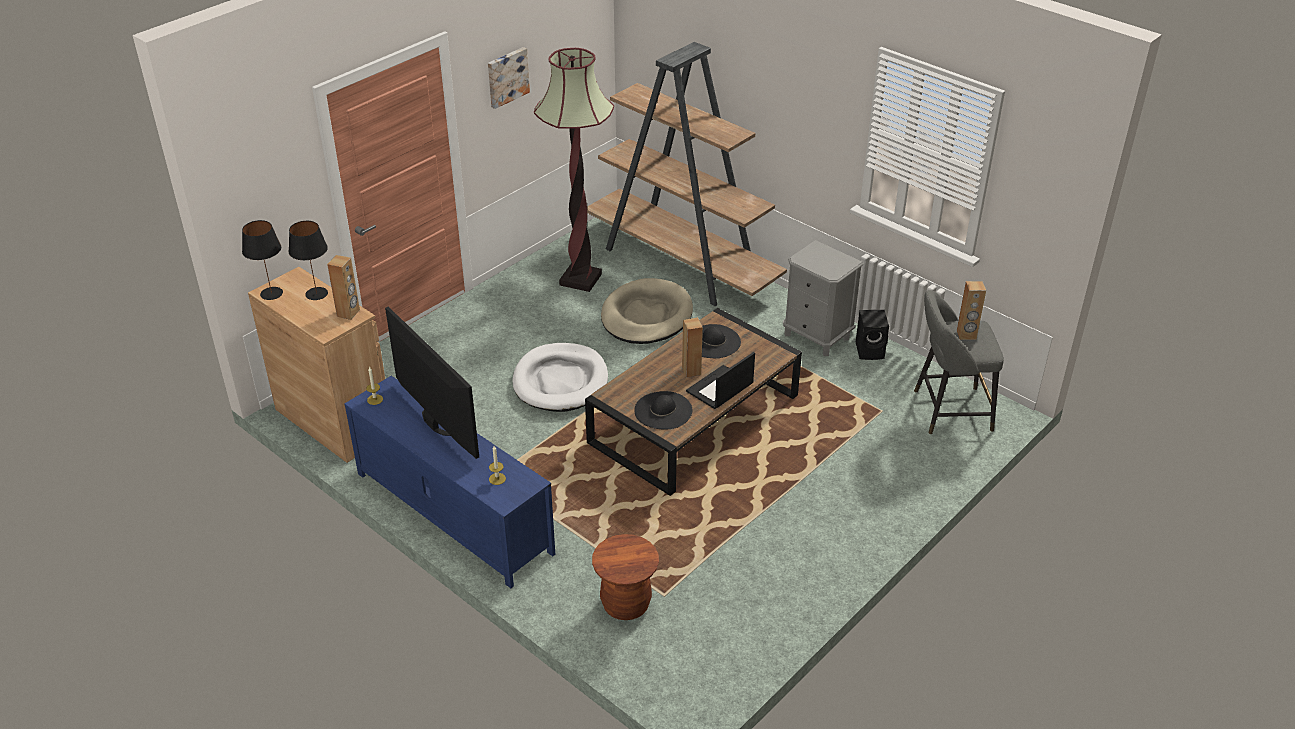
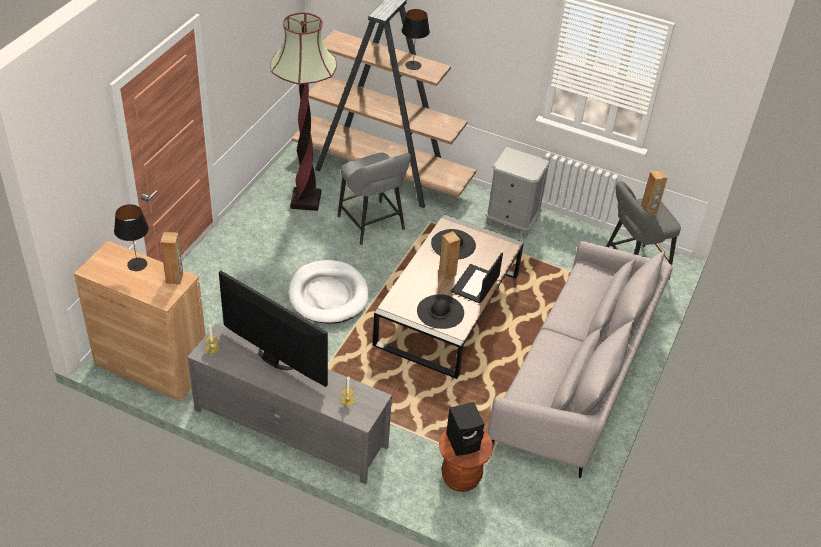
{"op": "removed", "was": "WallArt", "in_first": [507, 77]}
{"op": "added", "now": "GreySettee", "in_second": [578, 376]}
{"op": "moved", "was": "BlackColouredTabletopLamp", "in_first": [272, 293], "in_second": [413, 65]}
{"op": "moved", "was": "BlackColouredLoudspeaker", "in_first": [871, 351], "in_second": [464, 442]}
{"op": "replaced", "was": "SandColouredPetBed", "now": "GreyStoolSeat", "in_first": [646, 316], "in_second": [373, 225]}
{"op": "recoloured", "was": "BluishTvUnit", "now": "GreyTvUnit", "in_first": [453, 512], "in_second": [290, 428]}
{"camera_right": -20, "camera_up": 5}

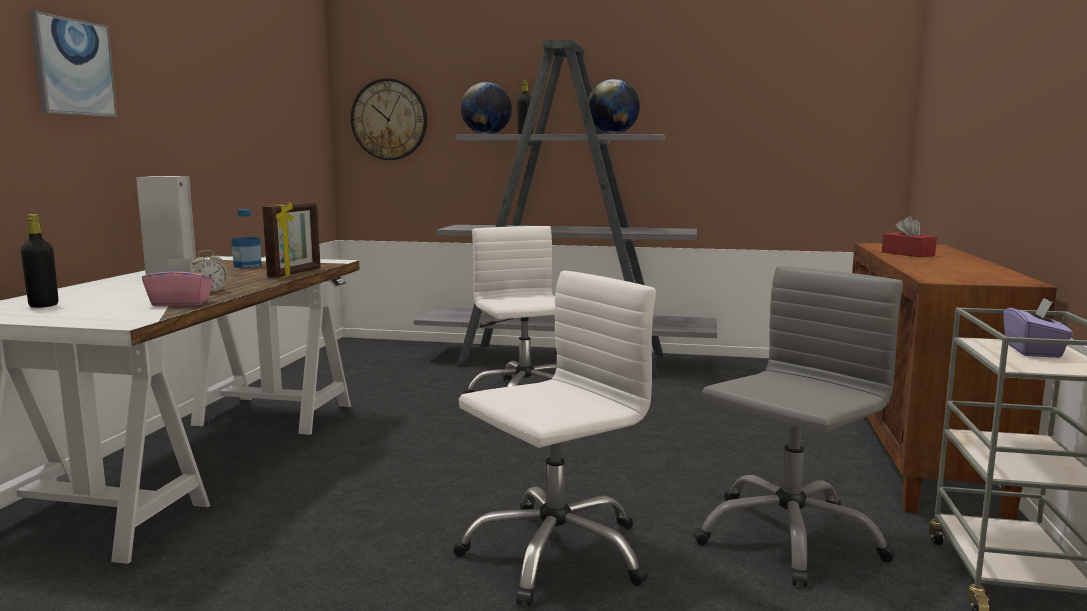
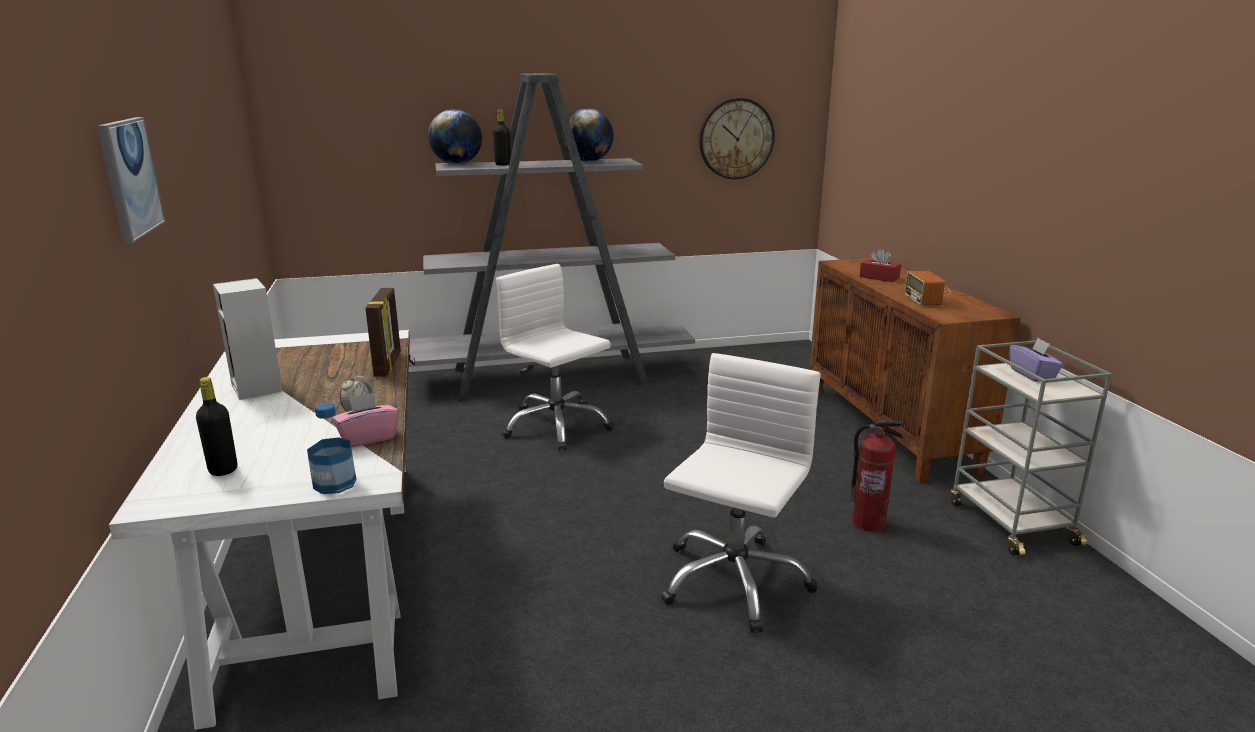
{"op": "added", "now": "RadioReceiver", "in_second": [928, 294]}
{"op": "moved", "was": "Bottle", "in_first": [247, 265], "in_second": [335, 484]}
{"op": "moved", "was": "ClockOnTheWall", "in_first": [389, 119], "in_second": [736, 139]}
{"op": "replaced", "was": "GreyOfficeChair", "now": "Extinguisher", "in_first": [788, 536], "in_second": [868, 523]}
{"camera_right": -25, "camera_up": 10}

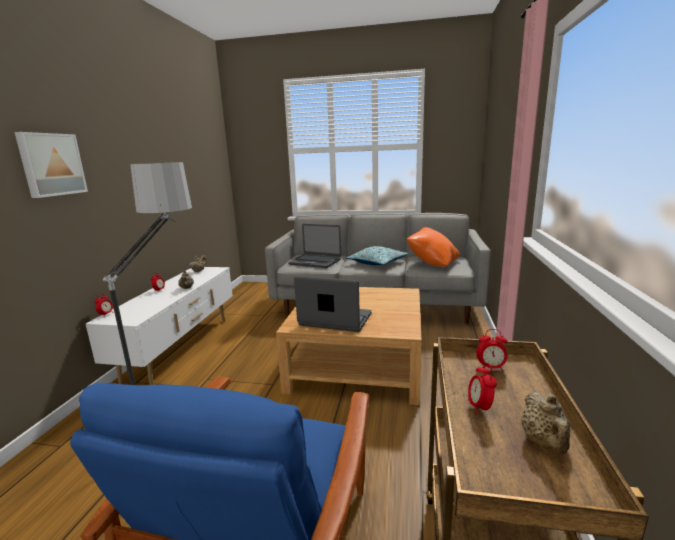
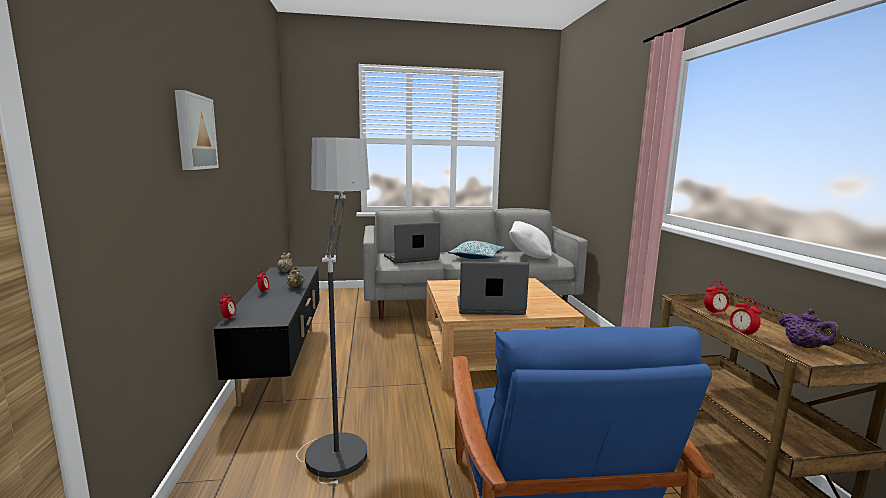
{"op": "recoloured", "was": "WhiteTvUnit", "now": "BlackColouredTvUnit", "in_first": [181, 348], "in_second": [282, 361]}
{"op": "recoloured", "was": "OrangeThrowPillow", "now": "WhiteThrowPillow", "in_first": [432, 264], "in_second": [529, 256]}
{"op": "recoloured", "was": "SandColouredPotForTea", "now": "PurpleColouredPotForTea", "in_first": [544, 443], "in_second": [804, 347]}
{"op": "turned", "was": "Laptop", "in_first": [315, 262], "in_second": [411, 258], "clockwise": 150}
{"camera_right": -20, "camera_up": -5}

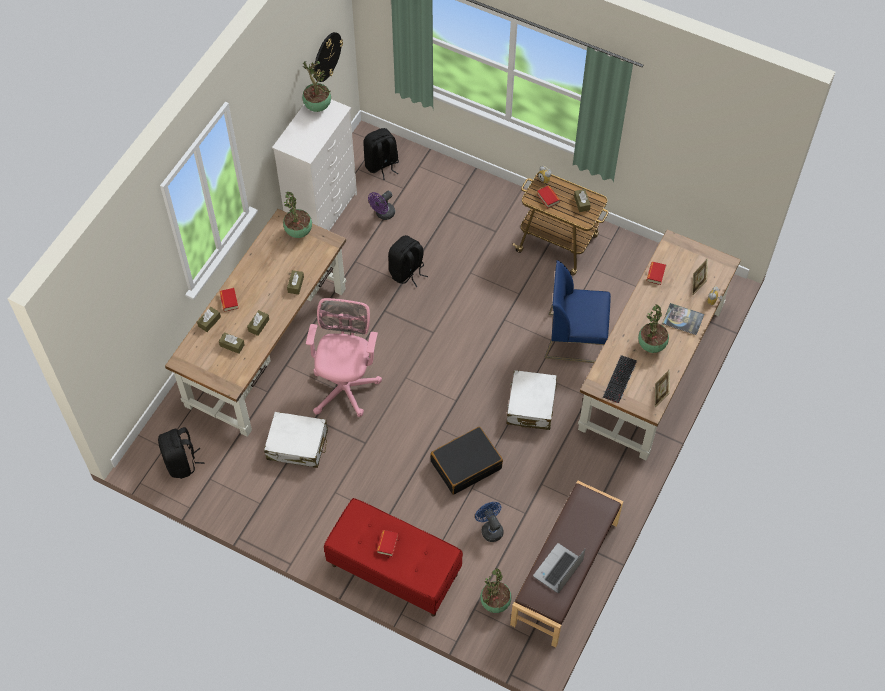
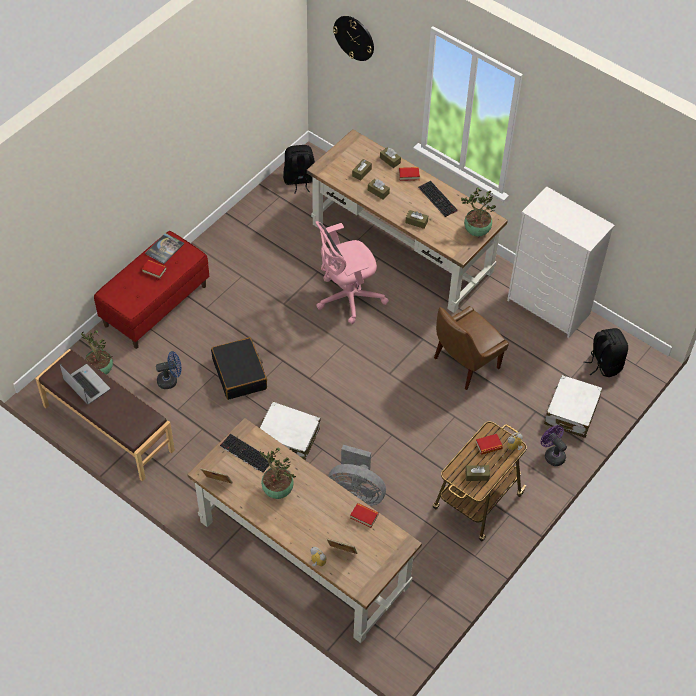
{"op": "removed", "was": "PlantInAPot", "in_first": [317, 106]}
{"op": "added", "now": "Keyboard", "in_second": [438, 199]}
{"op": "moved", "was": "WhiteTravelCase", "in_first": [297, 445], "in_second": [571, 412]}
{"op": "moved", "was": "ClockOnTheWall", "in_first": [326, 56], "in_second": [354, 37]}
{"op": "moved", "was": "PurpleColouredFan", "in_first": [383, 214], "in_second": [552, 454]}
{"op": "moved", "was": "BoundBook", "in_first": [683, 319], "in_second": [164, 249]}
{"op": "replaced", "was": "BlackColouredBackpack", "now": "BrownishUprightChair", "in_first": [407, 272], "in_second": [464, 364]}
{"op": "replaced", "was": "BluishUprightChair", "now": "GreyFan", "in_first": [575, 338], "in_second": [356, 493]}
{"op": "turned", "was": "PinkOfficeChair", "in_first": [345, 385], "in_second": [347, 298], "clockwise": 135}
{"camera_right": 100, "camera_up": -5}

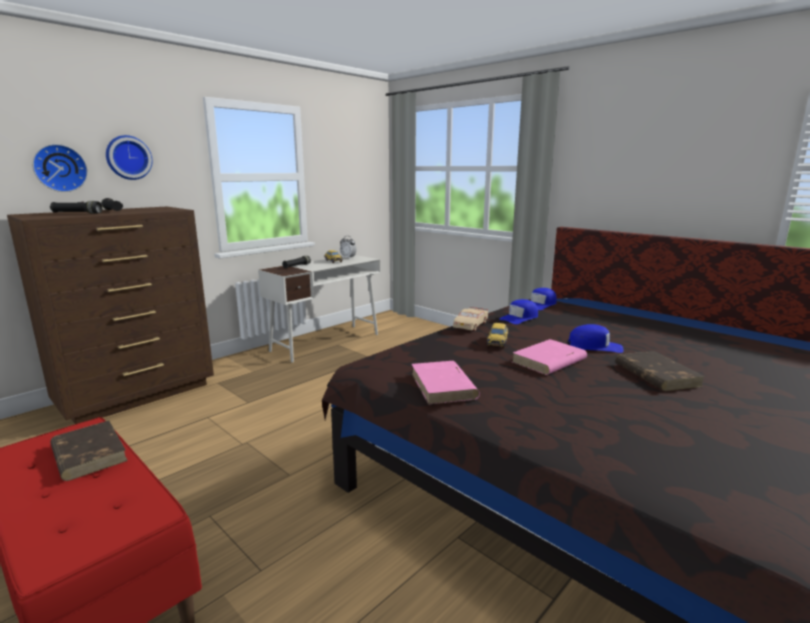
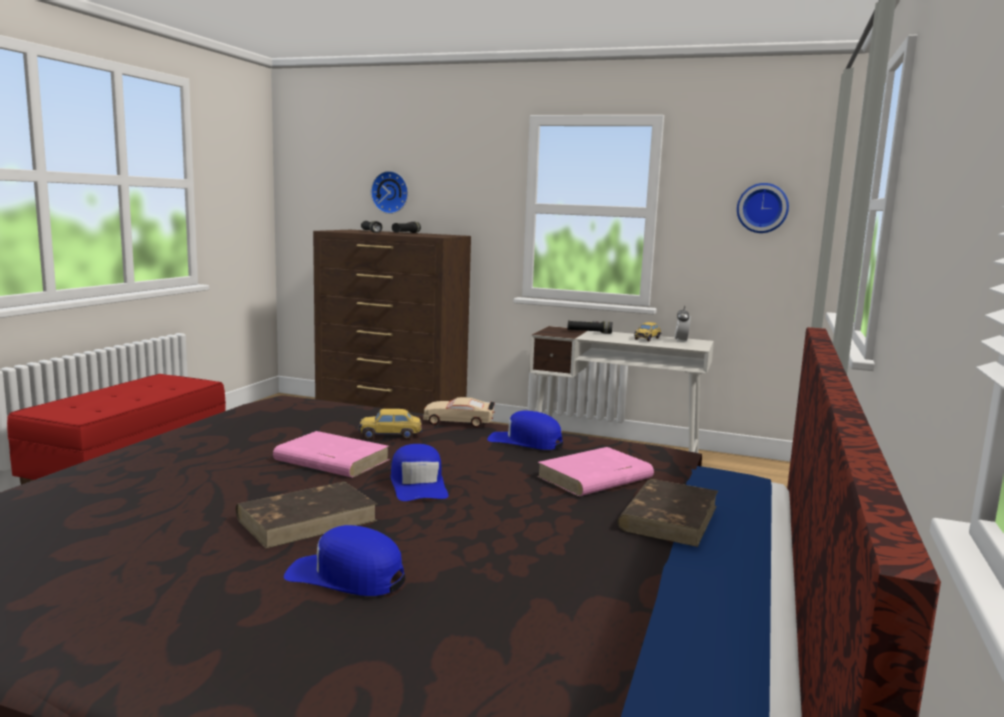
{"op": "moved", "was": "BrownishBoundBook", "in_first": [88, 453], "in_second": [669, 517]}
{"op": "moved", "was": "ClockOnTheWall", "in_first": [128, 157], "in_second": [762, 208]}
{"op": "moved", "was": "PinkBoundBook", "in_first": [443, 386], "in_second": [594, 478]}
{"op": "moved", "was": "BluishBaseballCap", "in_first": [540, 305], "in_second": [346, 576]}
{"camera_right": 65, "camera_up": -5}

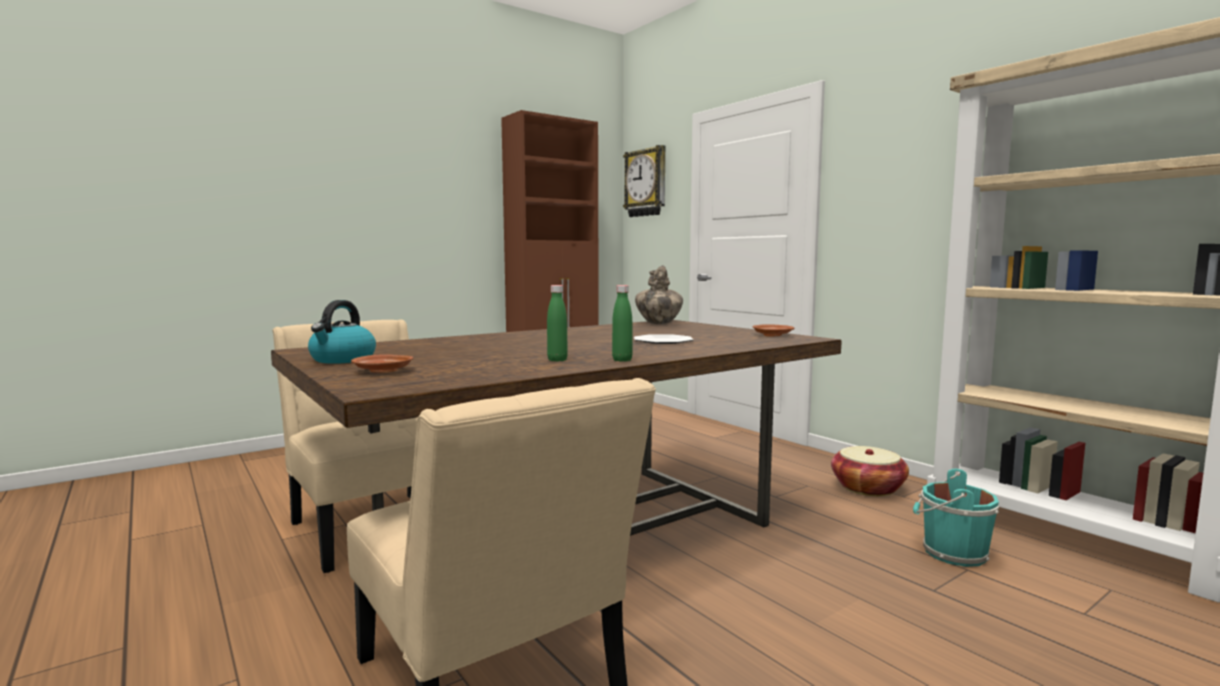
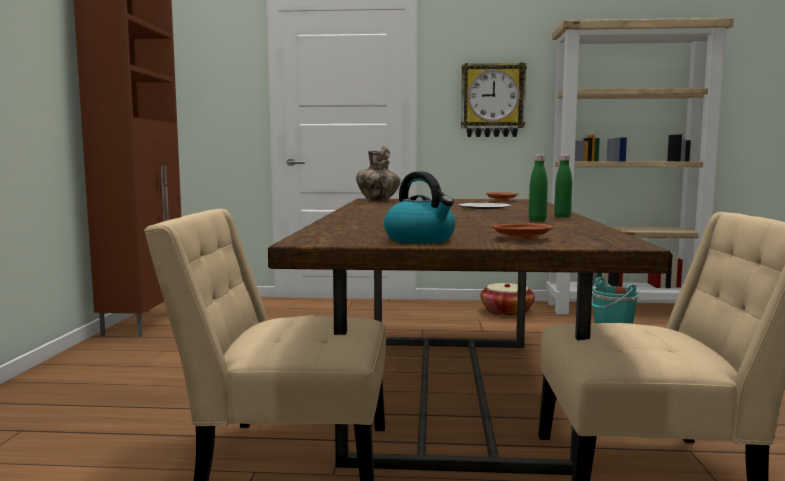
{"op": "moved", "was": "ClockOnTheWall", "in_first": [646, 183], "in_second": [492, 100]}
{"camera_right": -50, "camera_up": 0}

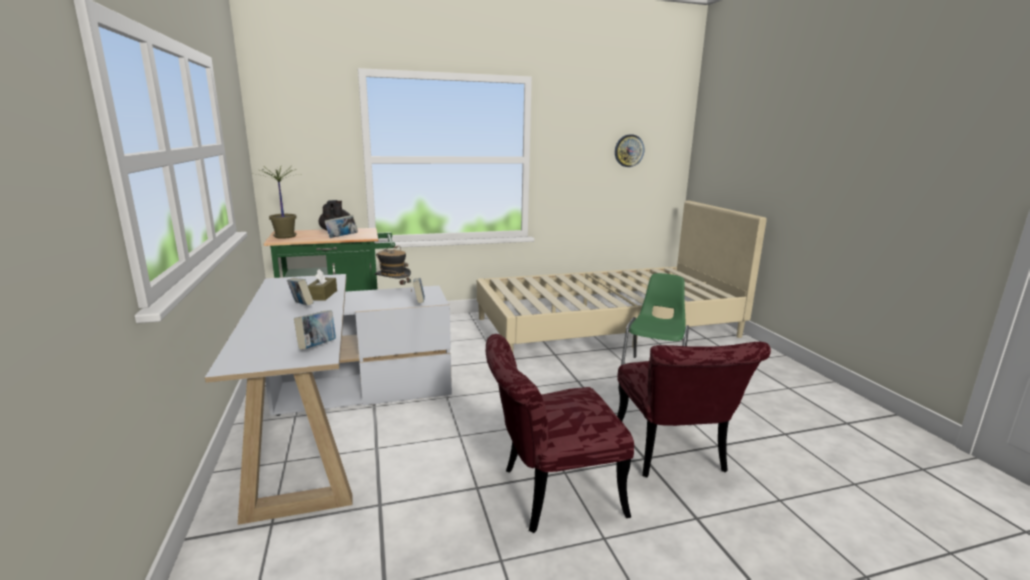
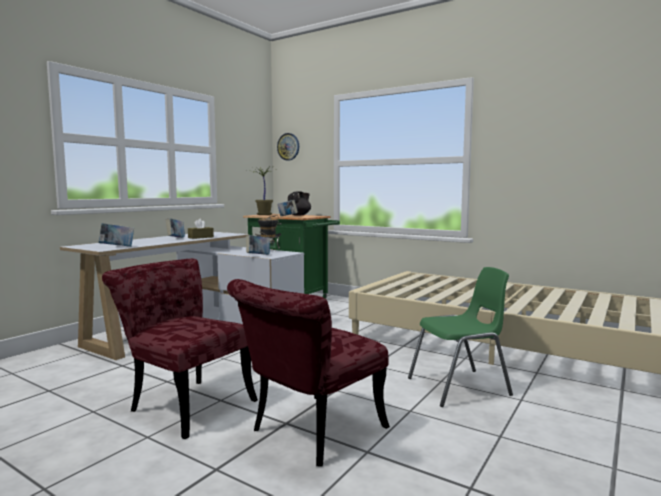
{"op": "moved", "was": "ClockOnTheWall", "in_first": [629, 150], "in_second": [288, 146]}
{"camera_right": 50, "camera_up": -10}

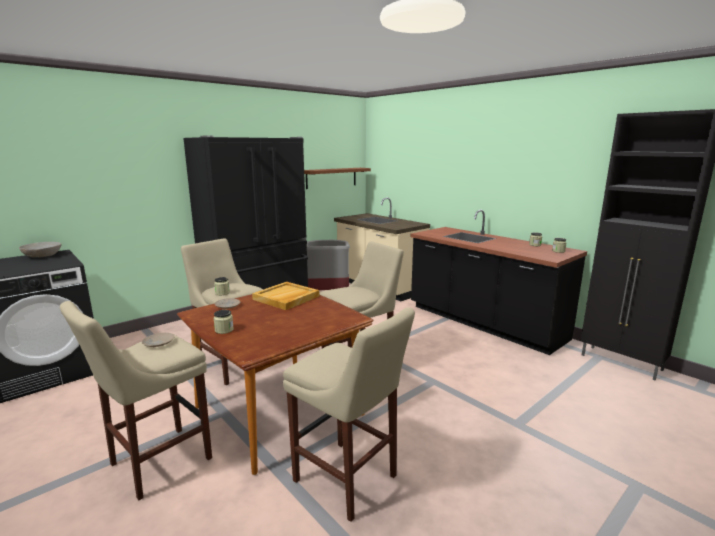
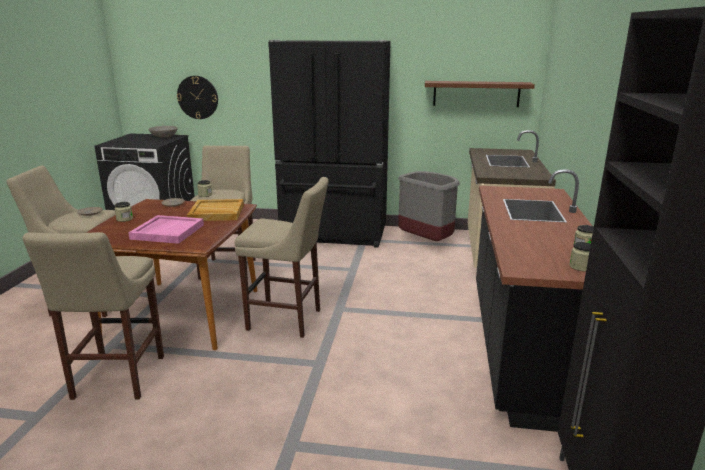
{"op": "added", "now": "PinkTray", "in_second": [167, 231]}
{"op": "added", "now": "ClockOnTheWall", "in_second": [197, 97]}
{"camera_right": 50, "camera_up": 5}

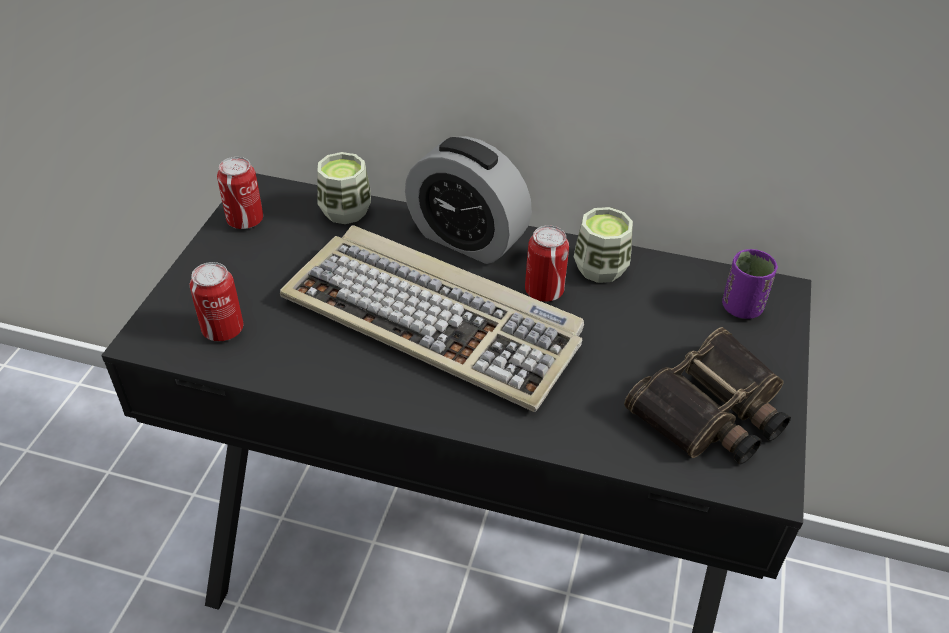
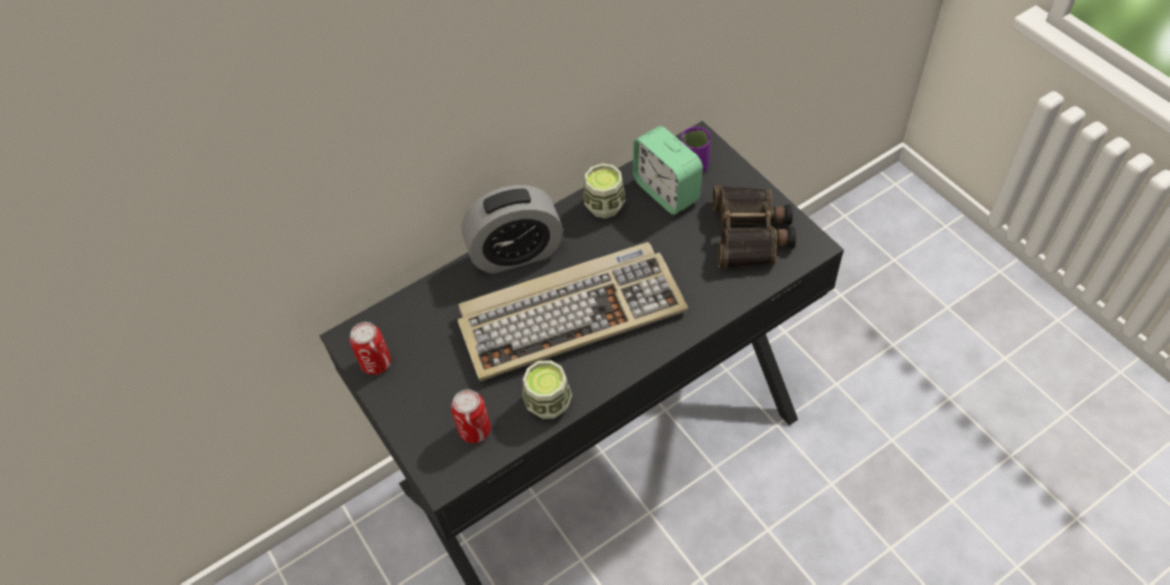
{"op": "removed", "was": "Can", "in_first": [544, 291]}
{"op": "added", "now": "BedsideClock", "in_second": [666, 191]}
{"op": "moved", "was": "Cup", "in_first": [345, 211], "in_second": [548, 403]}
{"camera_right": -45, "camera_up": 10}

